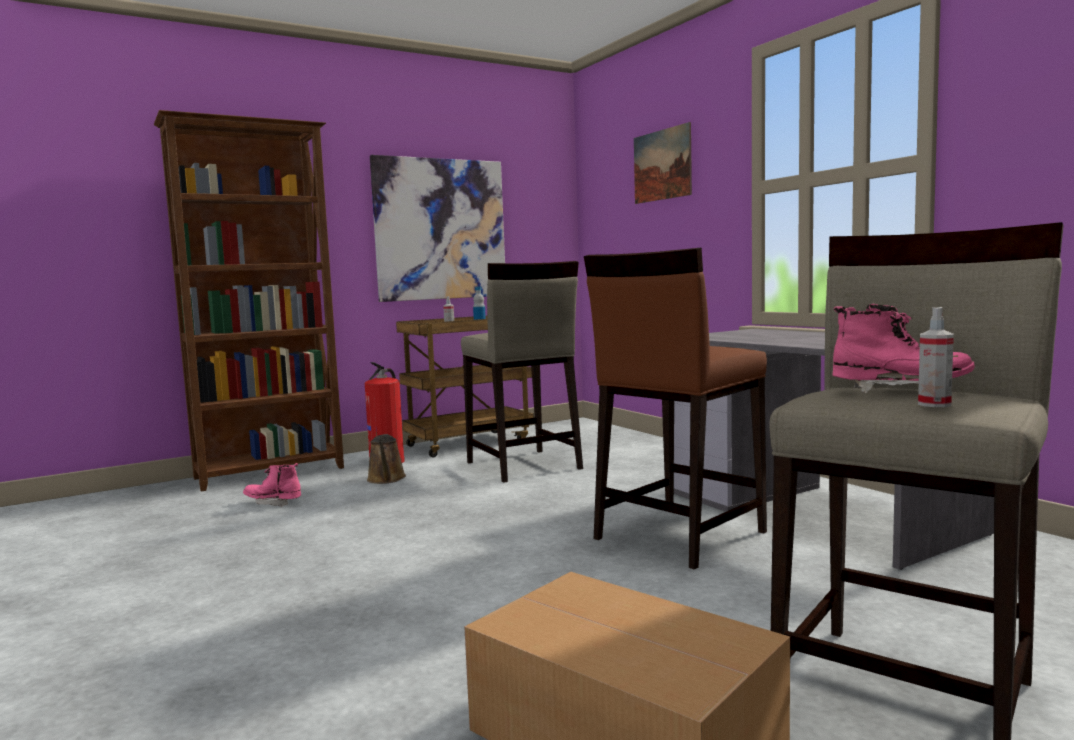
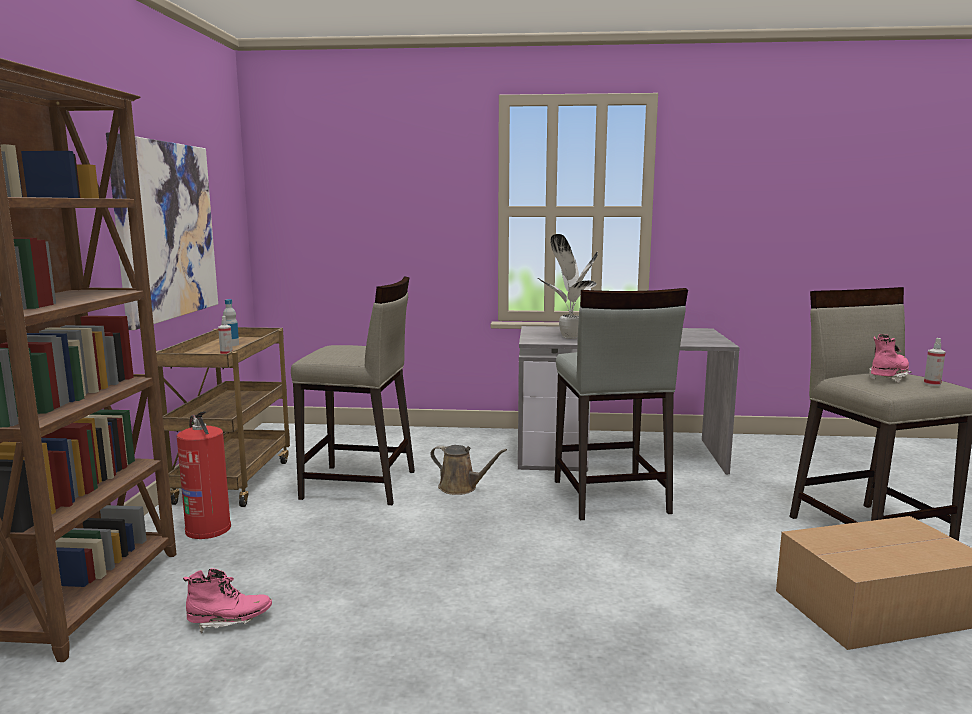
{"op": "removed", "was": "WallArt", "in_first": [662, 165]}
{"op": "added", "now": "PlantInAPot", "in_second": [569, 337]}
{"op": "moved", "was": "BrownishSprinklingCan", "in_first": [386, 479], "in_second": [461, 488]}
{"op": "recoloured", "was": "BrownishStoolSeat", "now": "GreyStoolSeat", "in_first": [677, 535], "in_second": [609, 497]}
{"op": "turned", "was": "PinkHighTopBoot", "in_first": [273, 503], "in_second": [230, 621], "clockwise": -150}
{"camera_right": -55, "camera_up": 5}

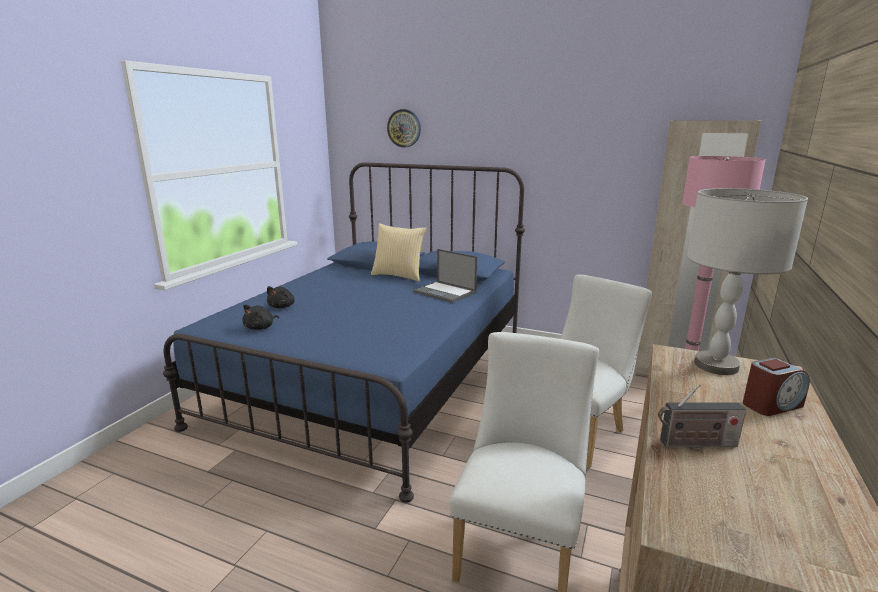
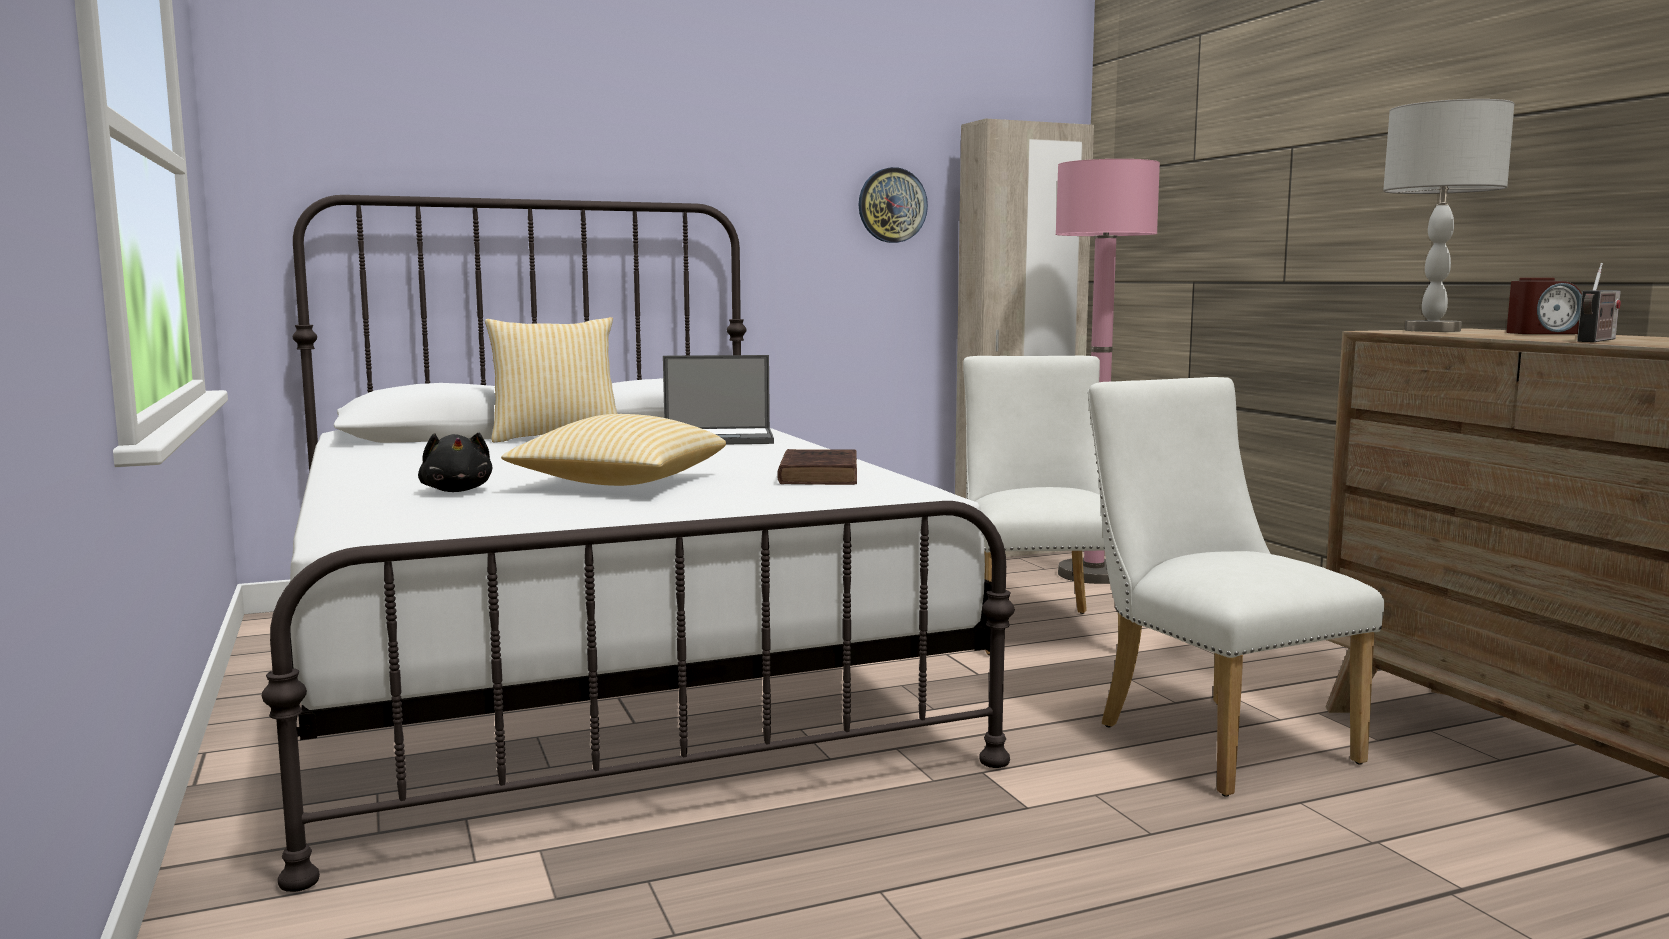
{"op": "removed", "was": "BlackColouredSoftToy", "in_first": [261, 328]}
{"op": "added", "now": "ThrowPillow", "in_second": [619, 484]}
{"op": "added", "now": "BrownishBoundBook", "in_second": [819, 475]}
{"op": "moved", "was": "ClockOnTheWall", "in_first": [404, 128], "in_second": [892, 205]}
{"op": "recoloured", "was": "BluishBedroomBed", "now": "WhiteBedroomBed", "in_first": [375, 378], "in_second": [597, 673]}
{"op": "turned", "was": "BedsideClock", "in_first": [771, 405], "in_second": [1542, 333], "clockwise": 60}
{"camera_right": -45, "camera_up": -10}

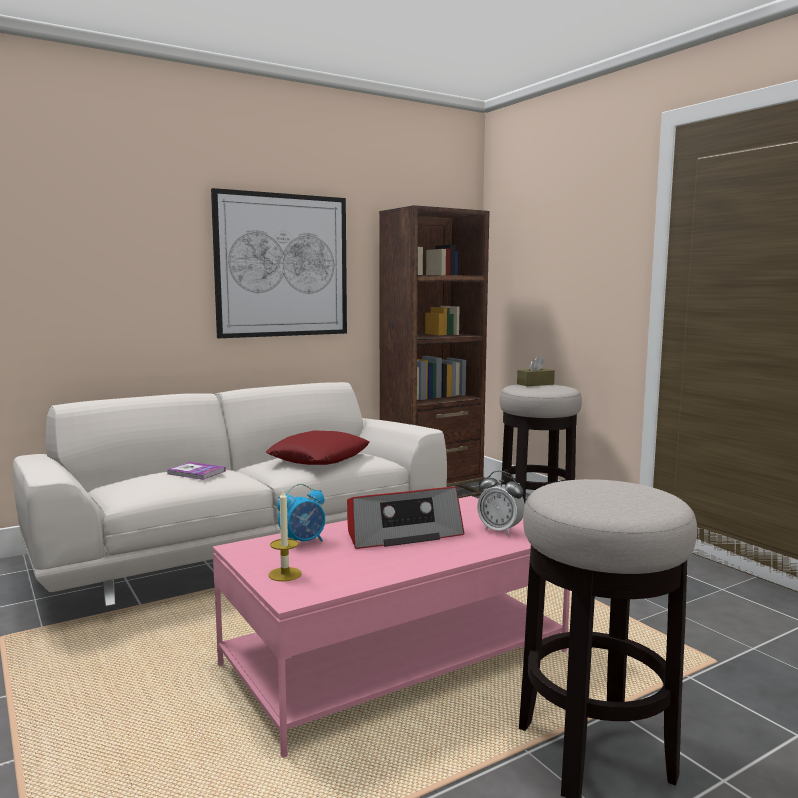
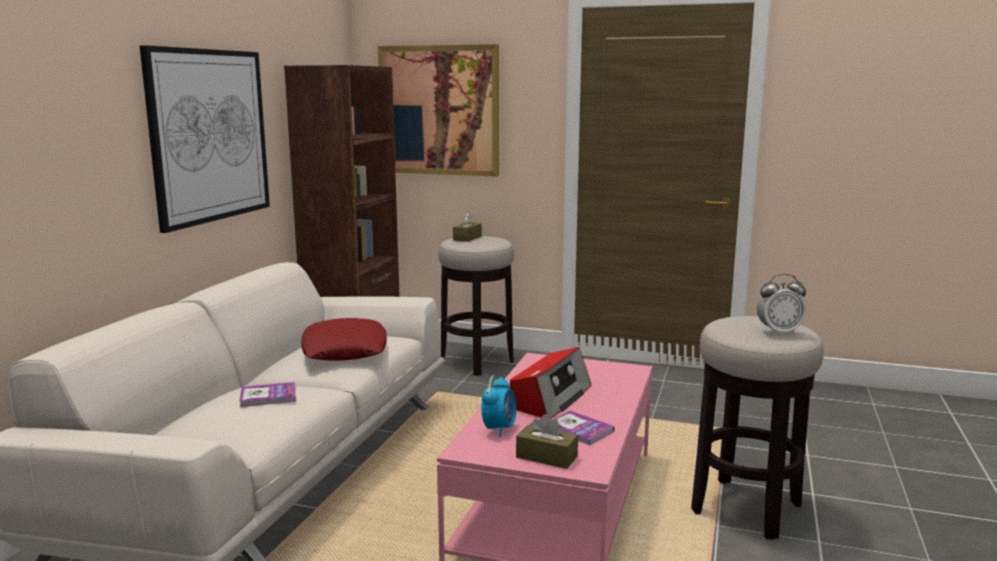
{"op": "added", "now": "WallArt", "in_second": [439, 110]}
{"op": "added", "now": "BoundBook", "in_second": [579, 429]}
{"op": "moved", "was": "BedsideClock", "in_first": [500, 530], "in_second": [778, 332]}
{"op": "replaced", "was": "WaxLight", "now": "BrownishTissueHolder", "in_first": [285, 574], "in_second": [546, 457]}
{"camera_right": -40, "camera_up": 5}

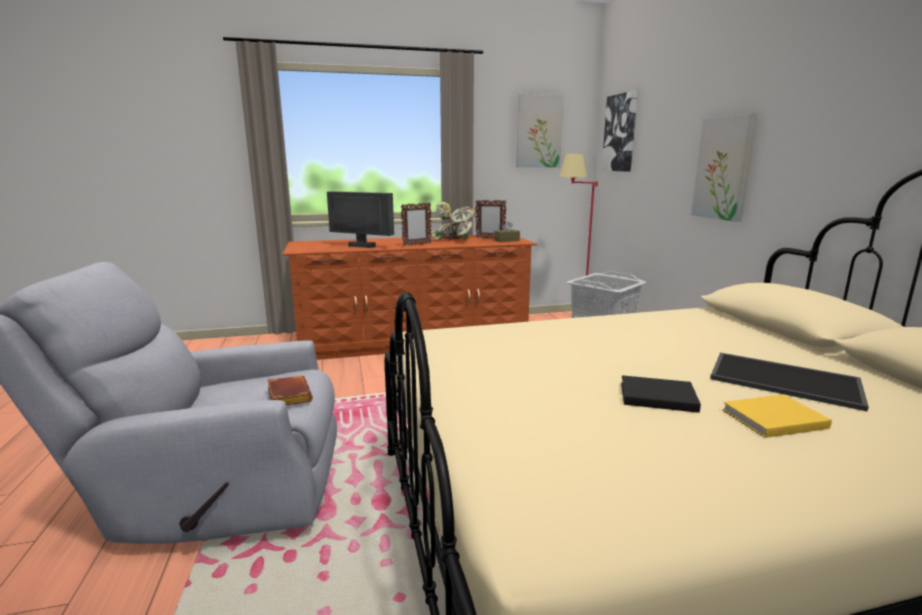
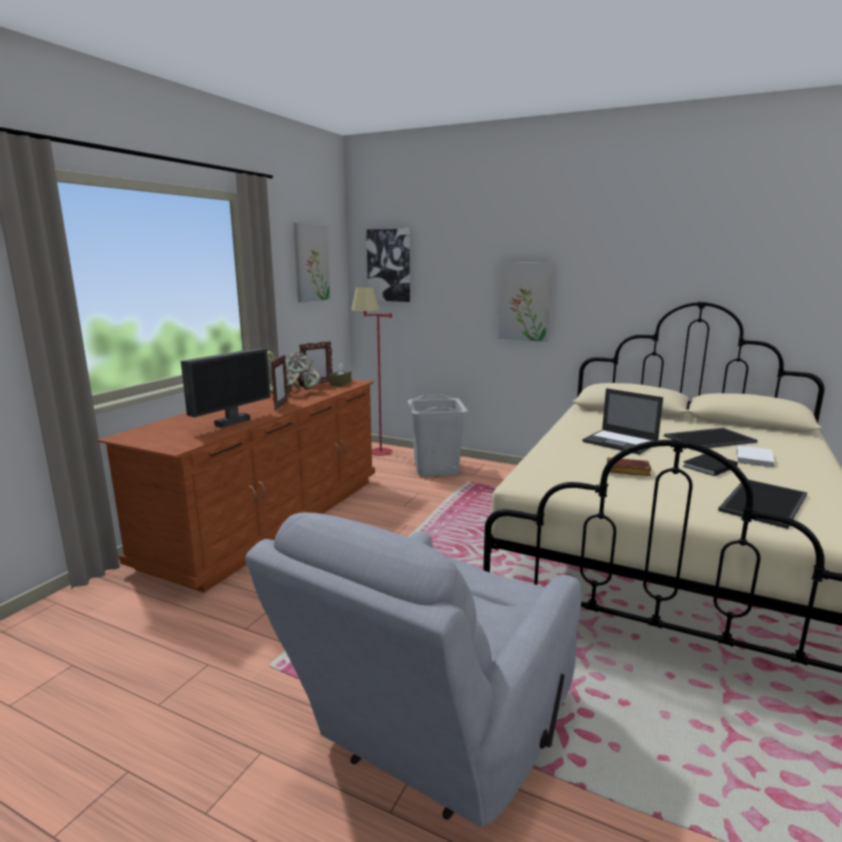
{"op": "added", "now": "Laptop", "in_second": [621, 442]}
{"op": "added", "now": "Tray", "in_second": [762, 502]}
{"op": "moved", "was": "BrownishBoundBook", "in_first": [287, 395], "in_second": [626, 471]}
{"op": "recoloured", "was": "YellowishBoundBook", "now": "WhiteBoundBook", "in_first": [771, 418], "in_second": [753, 458]}
{"op": "turned", "was": "ComputerScreen", "in_first": [361, 246], "in_second": [231, 422], "clockwise": 150}
{"camera_right": -50, "camera_up": 0}

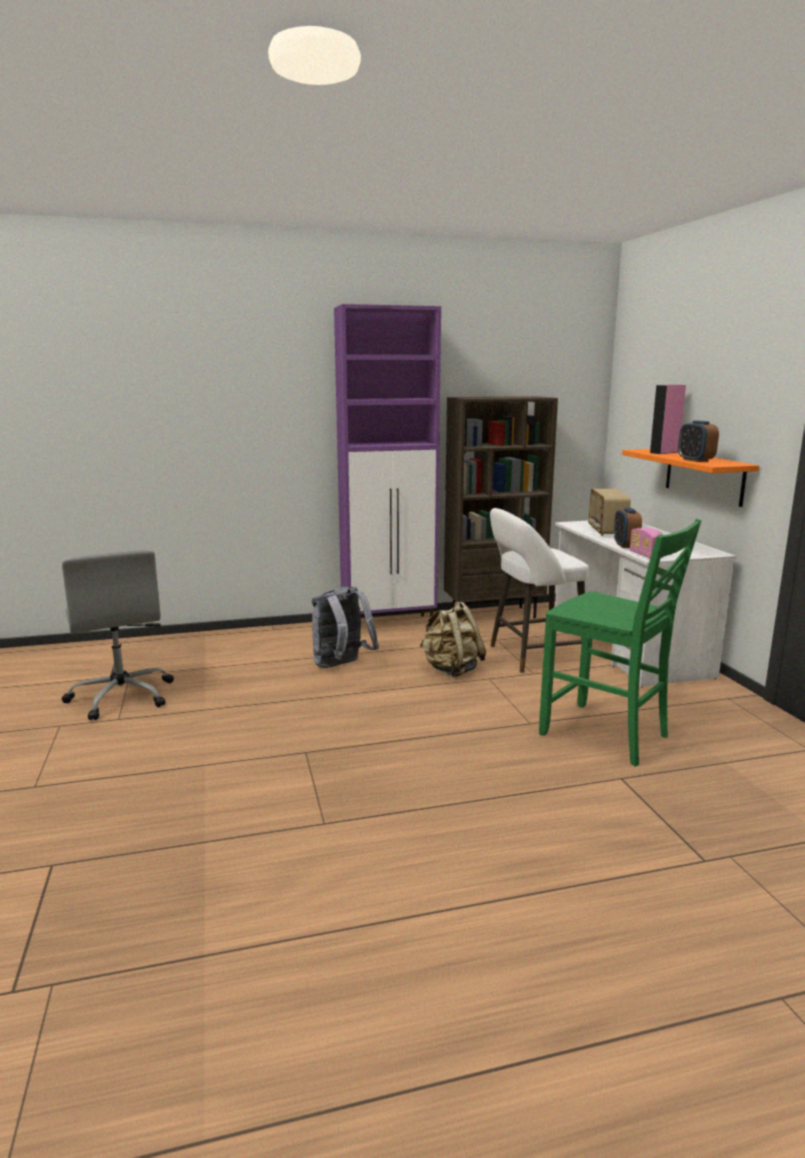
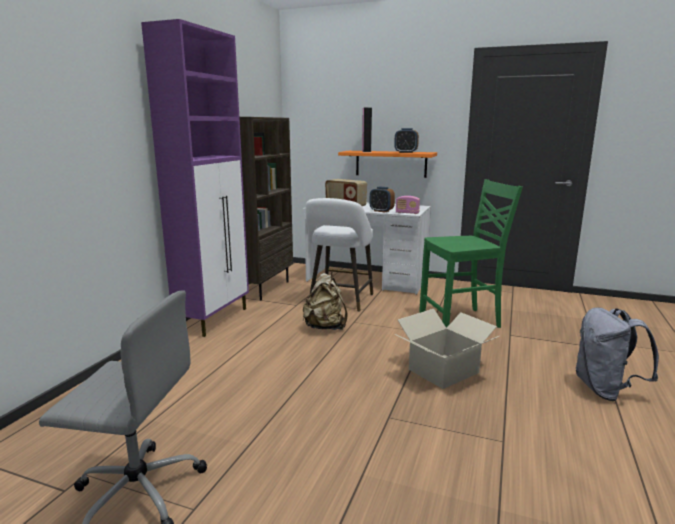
{"op": "added", "now": "Carton", "in_second": [444, 371]}
{"op": "moved", "was": "GreyBackpack", "in_first": [341, 666], "in_second": [605, 390]}
{"camera_right": -55, "camera_up": 0}

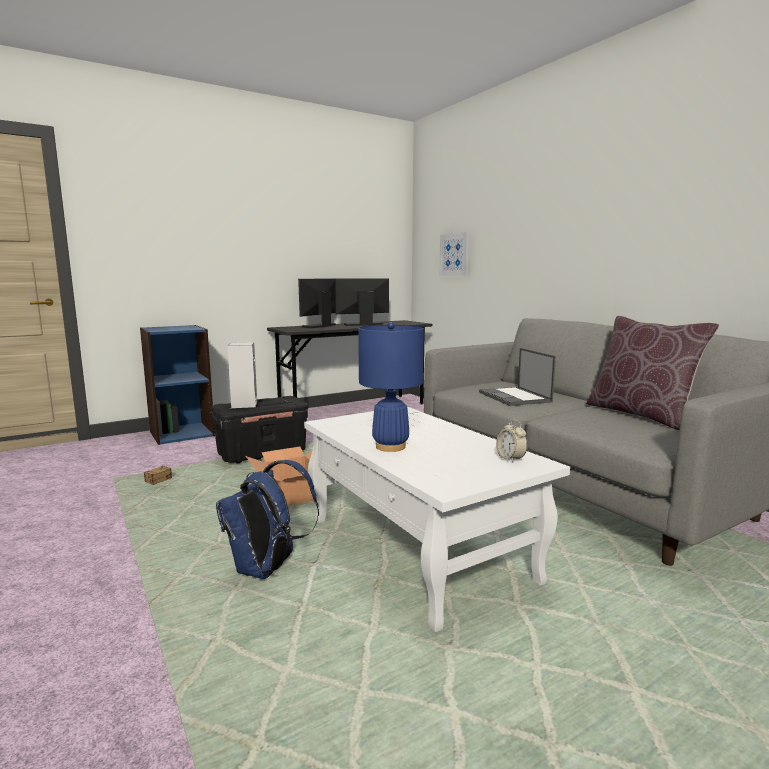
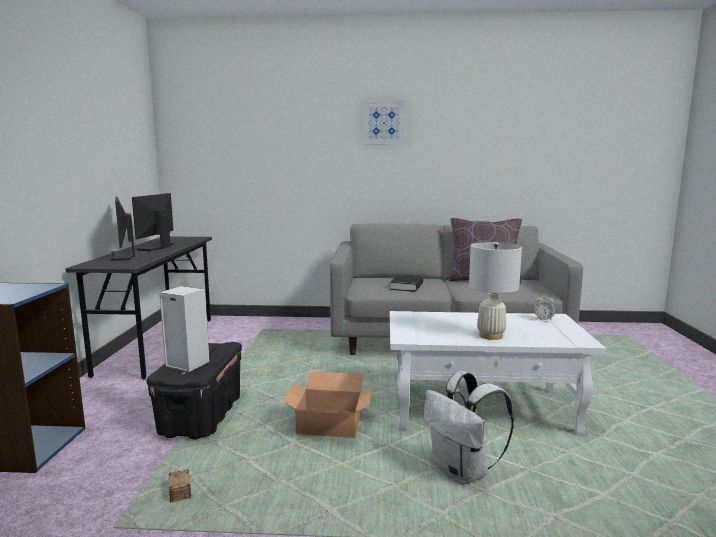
{"op": "moved", "was": "WallArt", "in_first": [454, 254], "in_second": [384, 122]}
{"op": "replaced", "was": "Laptop", "now": "BlackColouredBoundBook", "in_first": [515, 397], "in_second": [406, 286]}
{"op": "recoloured", "was": "BluishBackpack", "now": "WhiteBackpack", "in_first": [267, 569], "in_second": [463, 472]}
{"op": "recoloured", "was": "BluishTabletopLamp", "now": "WhiteTabletopLamp", "in_first": [391, 446], "in_second": [491, 335]}
{"camera_right": -55, "camera_up": 0}

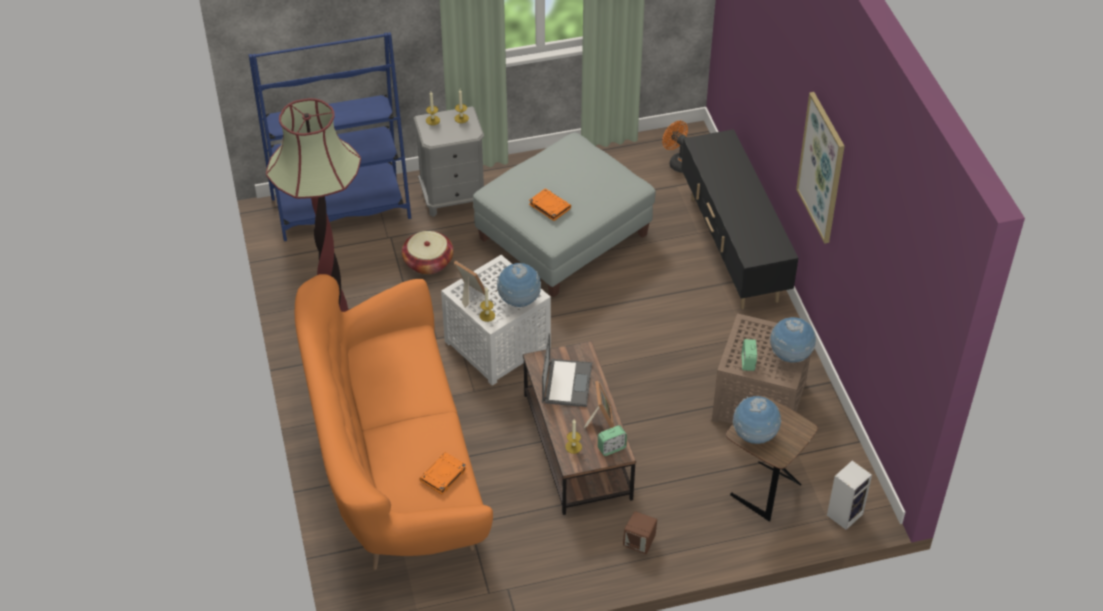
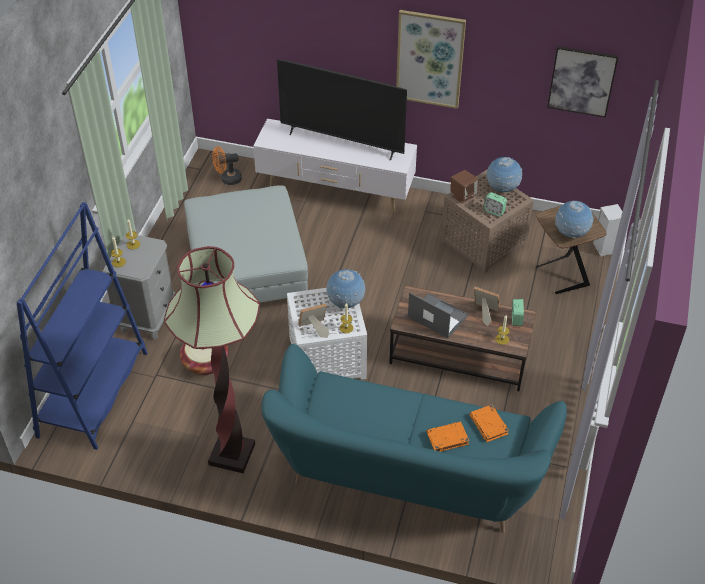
{"op": "added", "now": "Television", "in_second": [342, 142]}
{"op": "added", "now": "WallArt", "in_second": [582, 81]}
{"op": "moved", "was": "OrangeBoundBook", "in_first": [549, 206], "in_second": [447, 439]}
{"op": "moved", "was": "BrownishLoudspeaker", "in_first": [639, 543], "in_second": [463, 195]}
{"op": "recoloured", "was": "OrangeSettee", "now": "TurquoiseColouredSettee", "in_first": [394, 466], "in_second": [407, 475]}
{"op": "recoloured", "was": "BlackColouredTvUnit", "now": "WhiteTvUnit", "in_first": [732, 250], "in_second": [336, 192]}
{"camera_right": -60, "camera_up": 0}

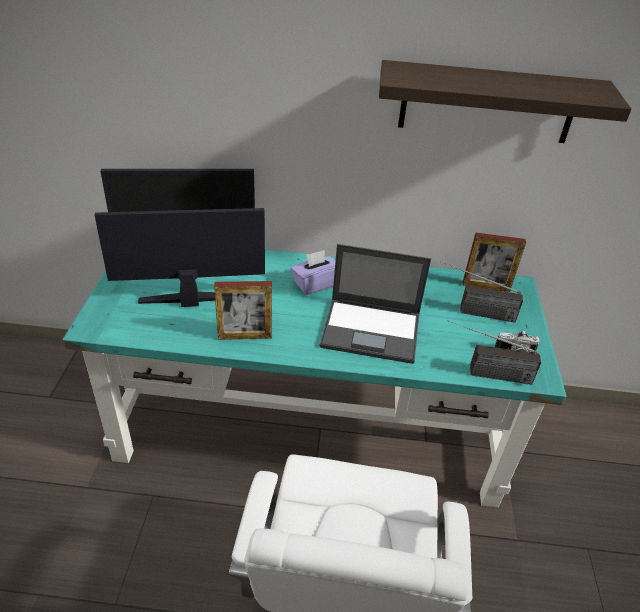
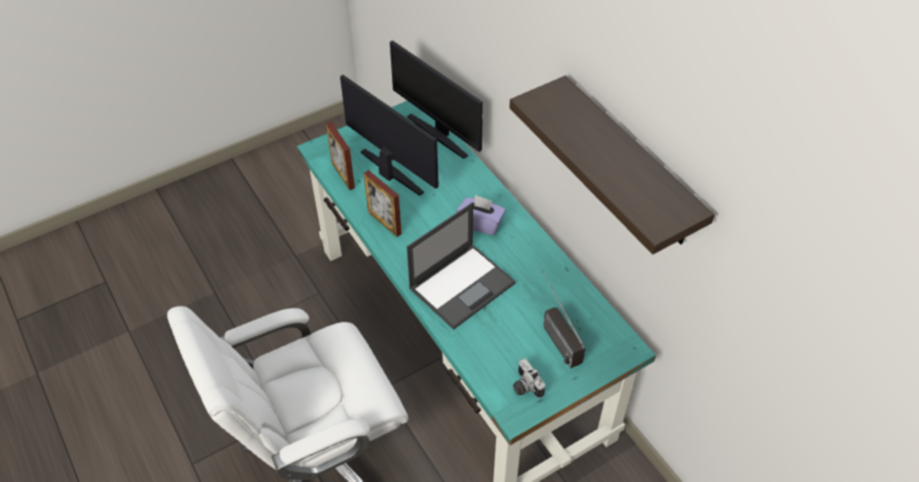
{"op": "removed", "was": "RadioReceiver", "in_first": [484, 373]}
{"op": "moved", "was": "StandingFrame", "in_first": [486, 286], "in_second": [343, 175]}
{"op": "turned", "was": "Laptop", "in_first": [372, 330], "in_second": [462, 285], "clockwise": -105}
{"camera_right": 55, "camera_up": 10}

